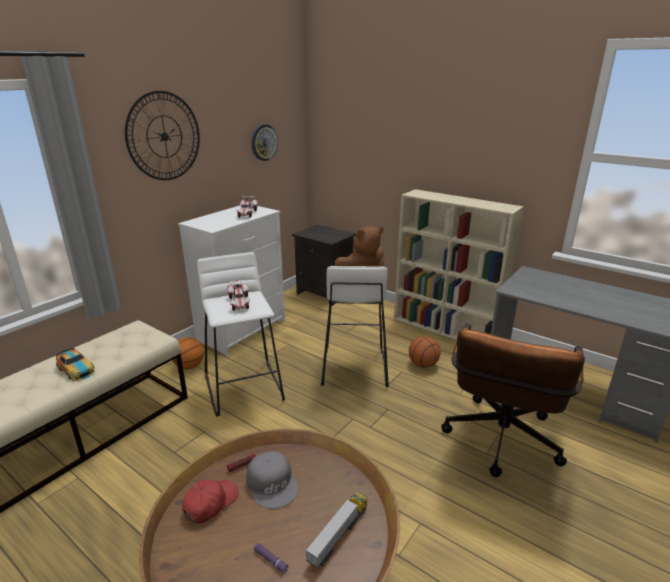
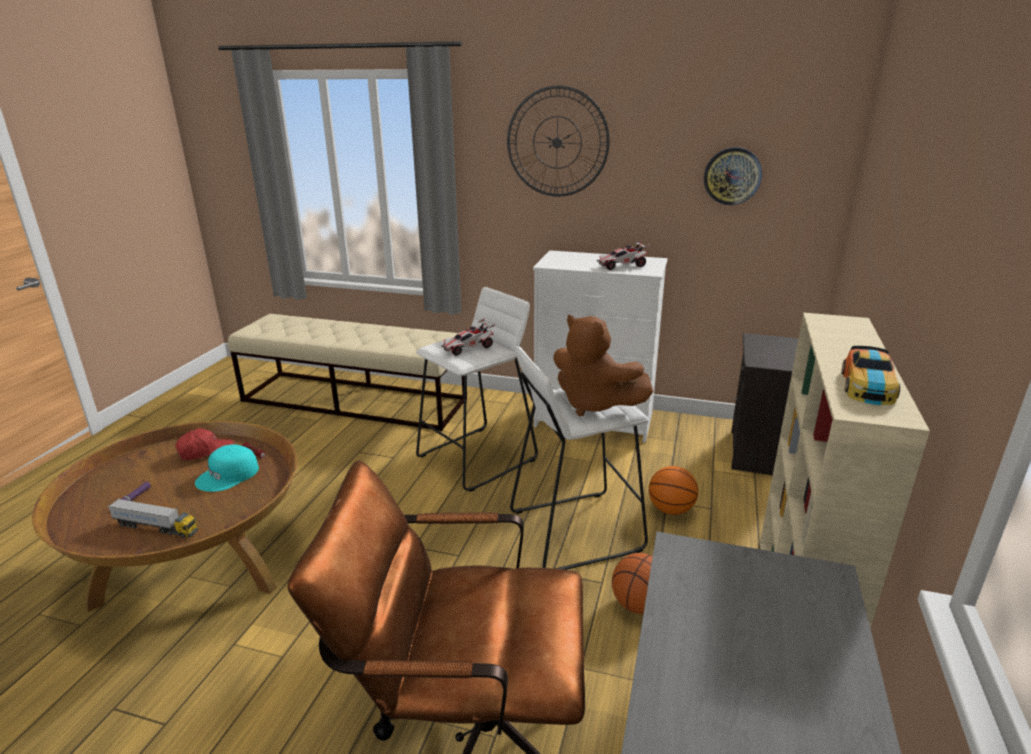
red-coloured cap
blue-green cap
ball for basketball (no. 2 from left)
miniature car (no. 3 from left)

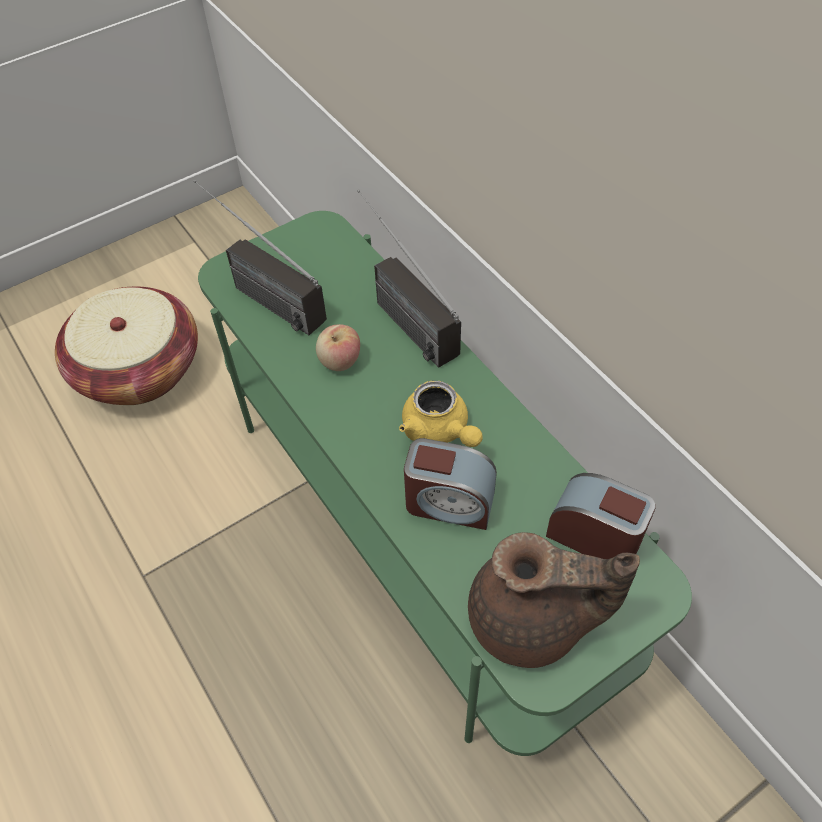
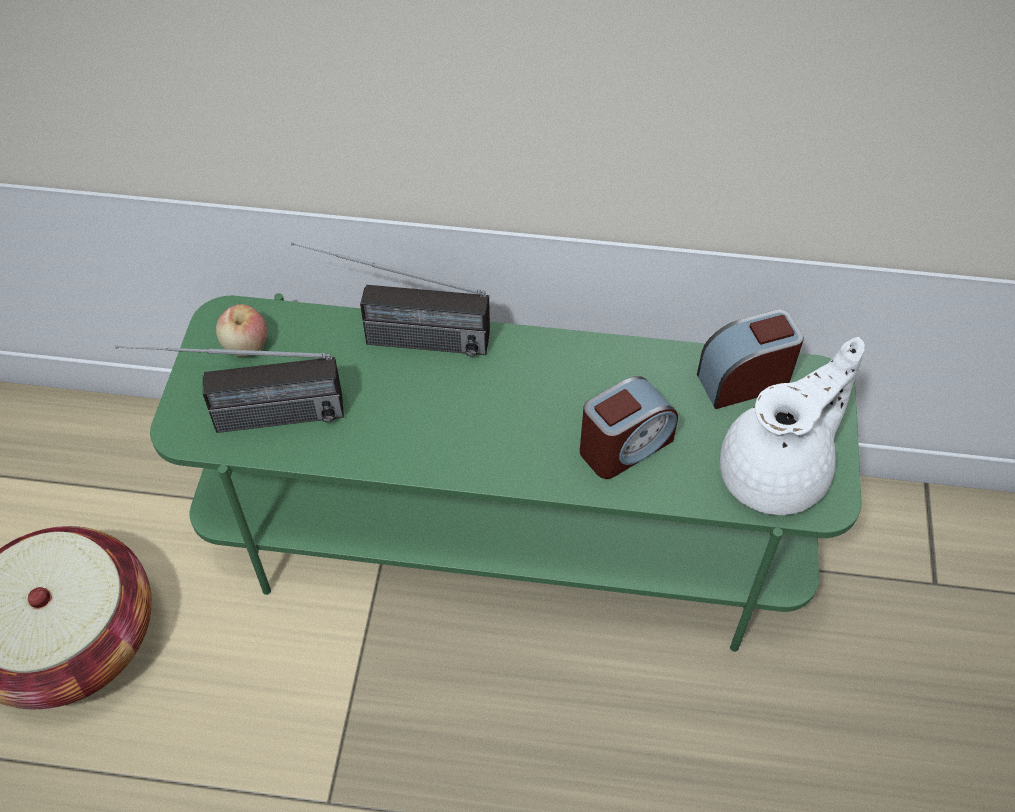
whole apple
white-coloured tea pot
yellowish tea pot

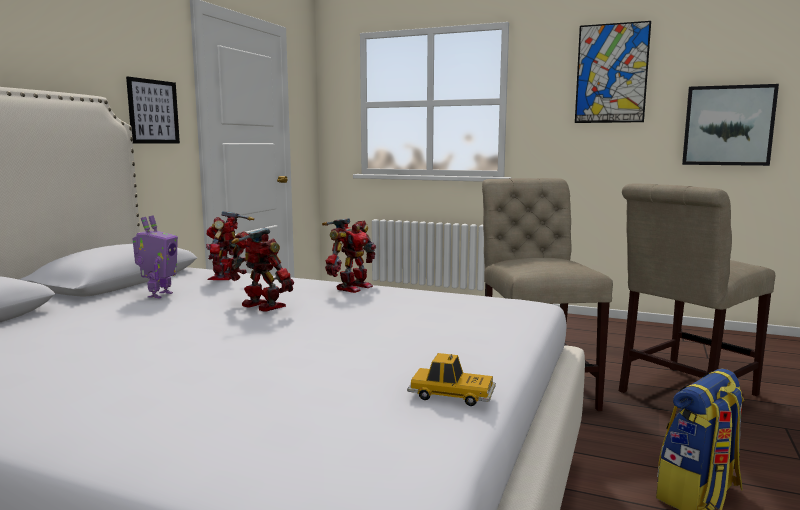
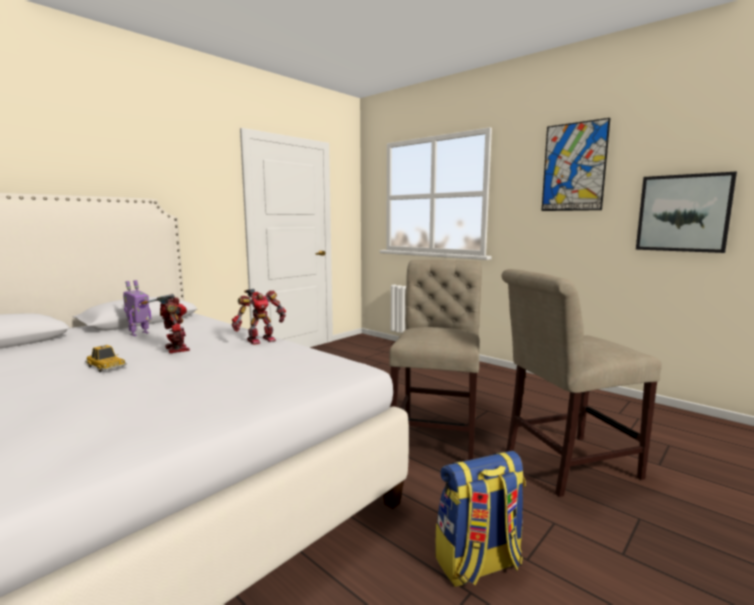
miniature car
wall art (no. 1 from left in the first image)
model robot (no. 2 from left in the first image)

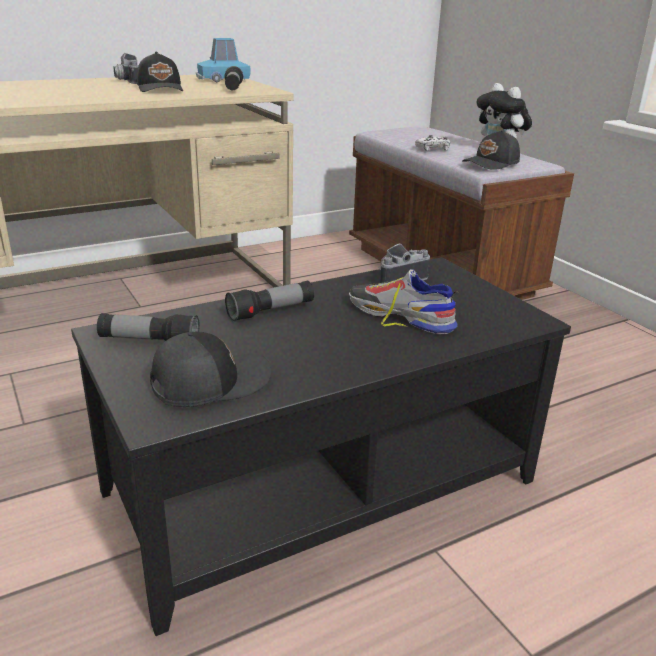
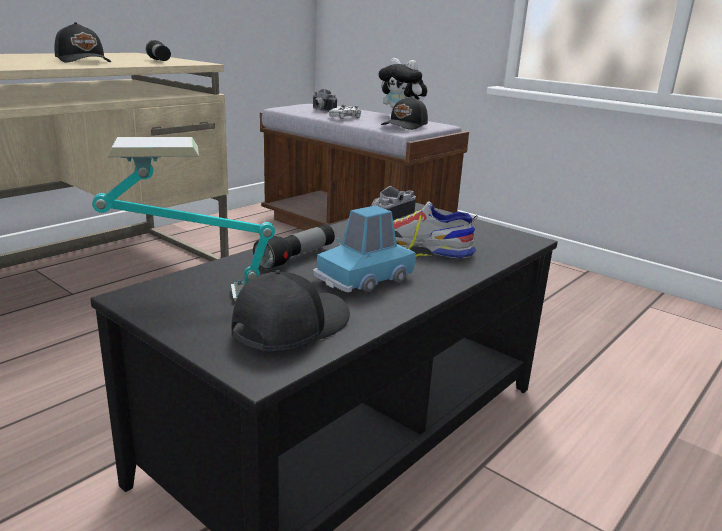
tabletop lamp
photo camera (no. 1 from left)
blue-coloured miniature car

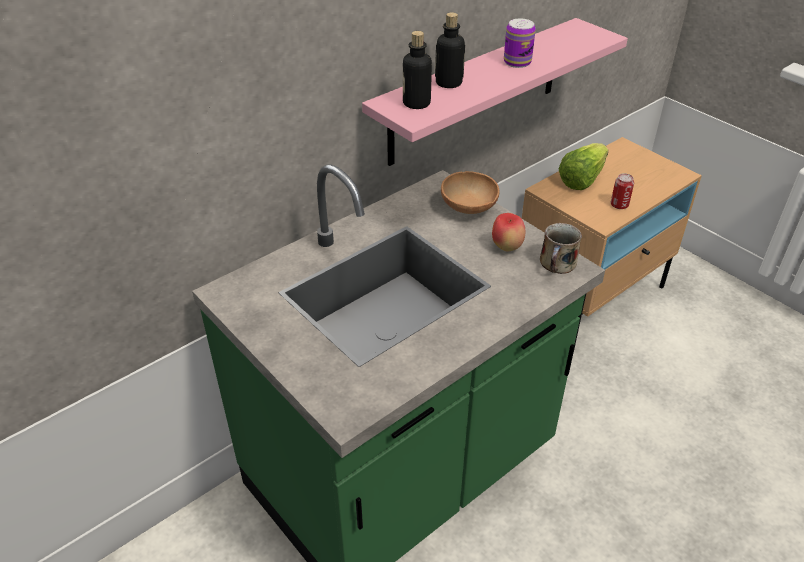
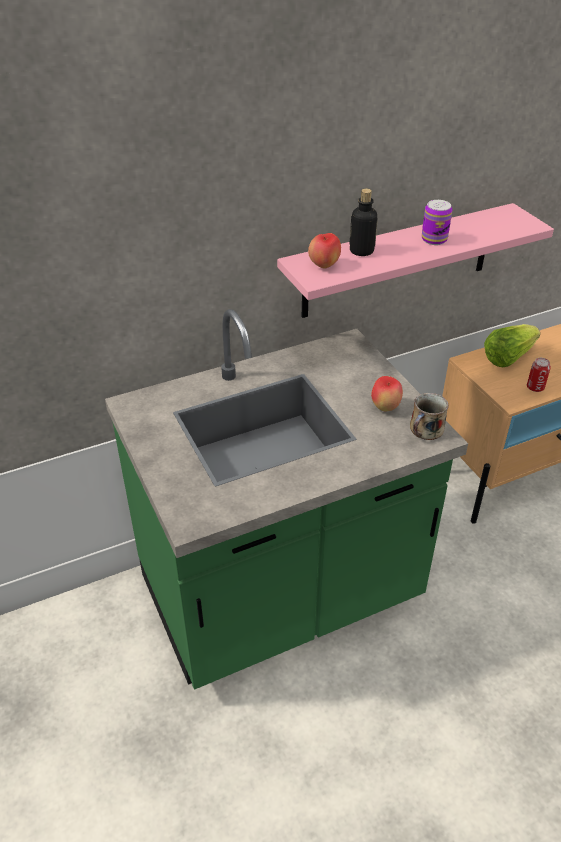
whole apple (no. 1 from left)
brown-coloured bowl

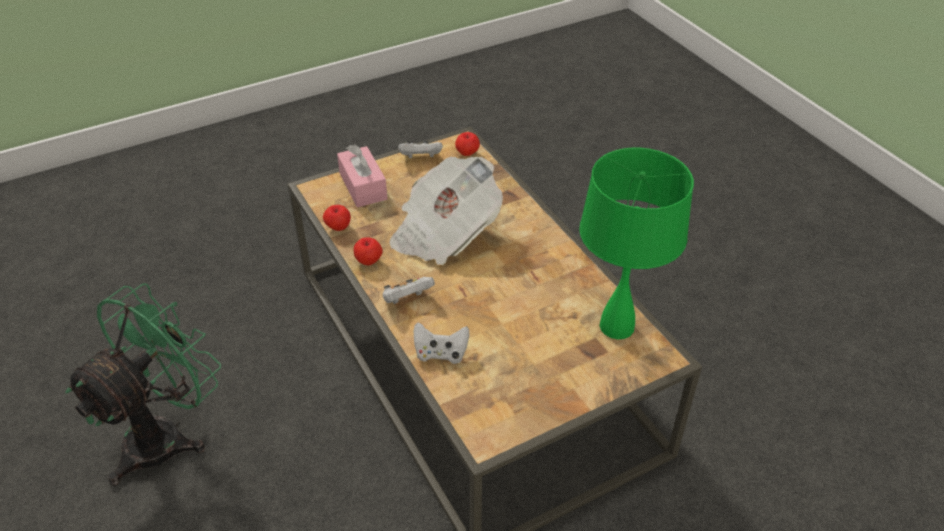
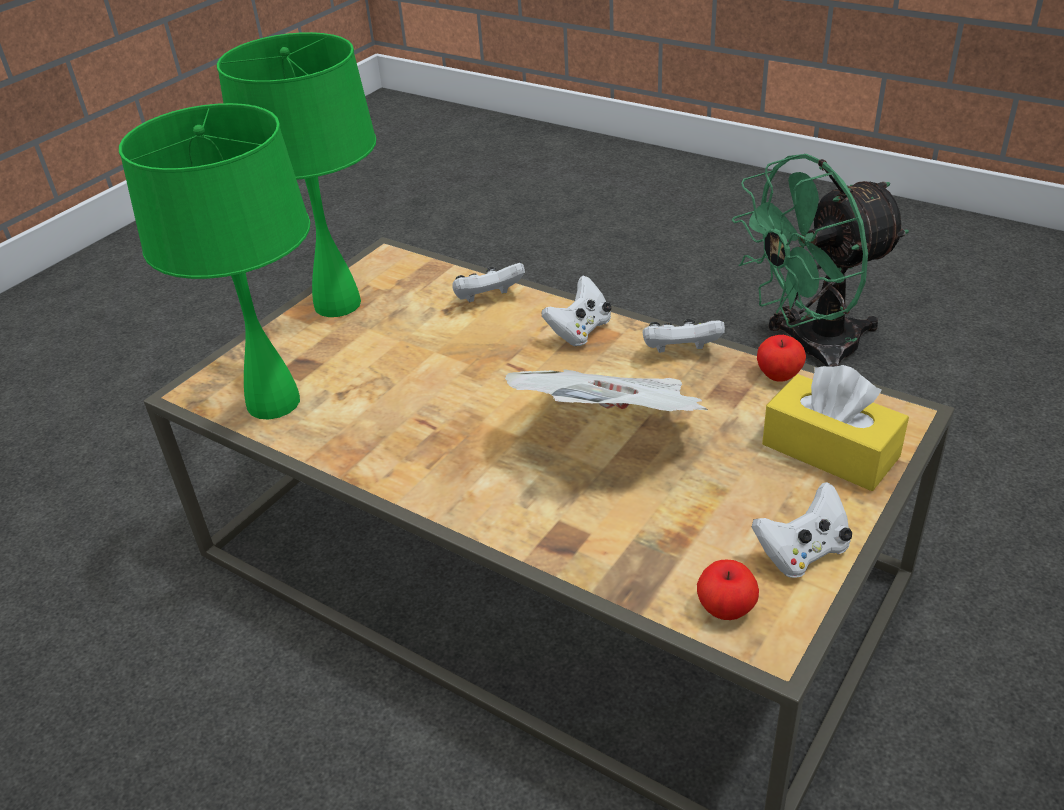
green tabletop lamp (no. 2 from left)
white-coloured game controller (no. 3 from left)
green cooling fan
yellowish tissue holder

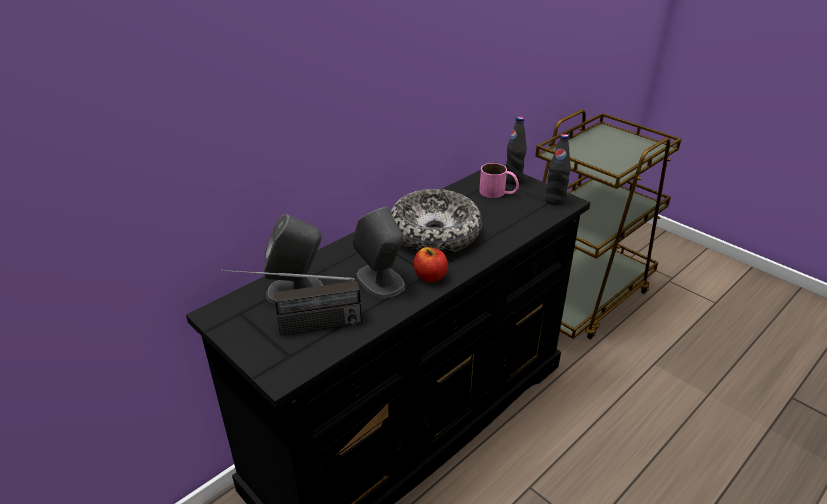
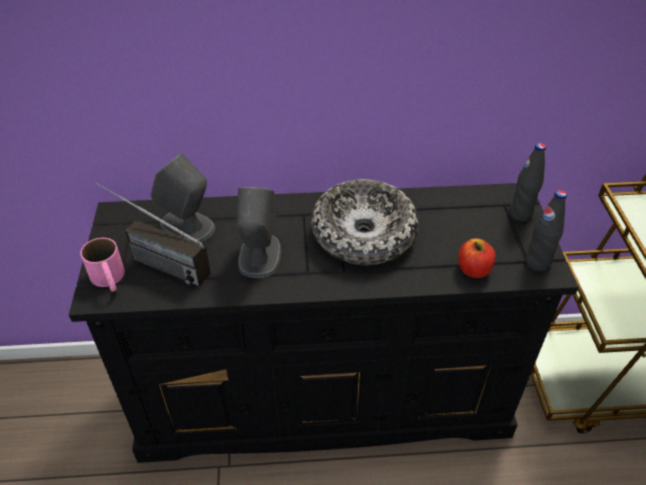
pink tea mug
whole apple

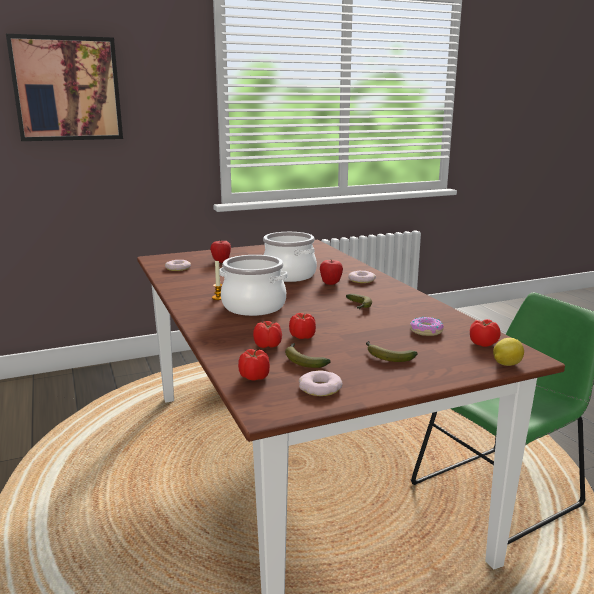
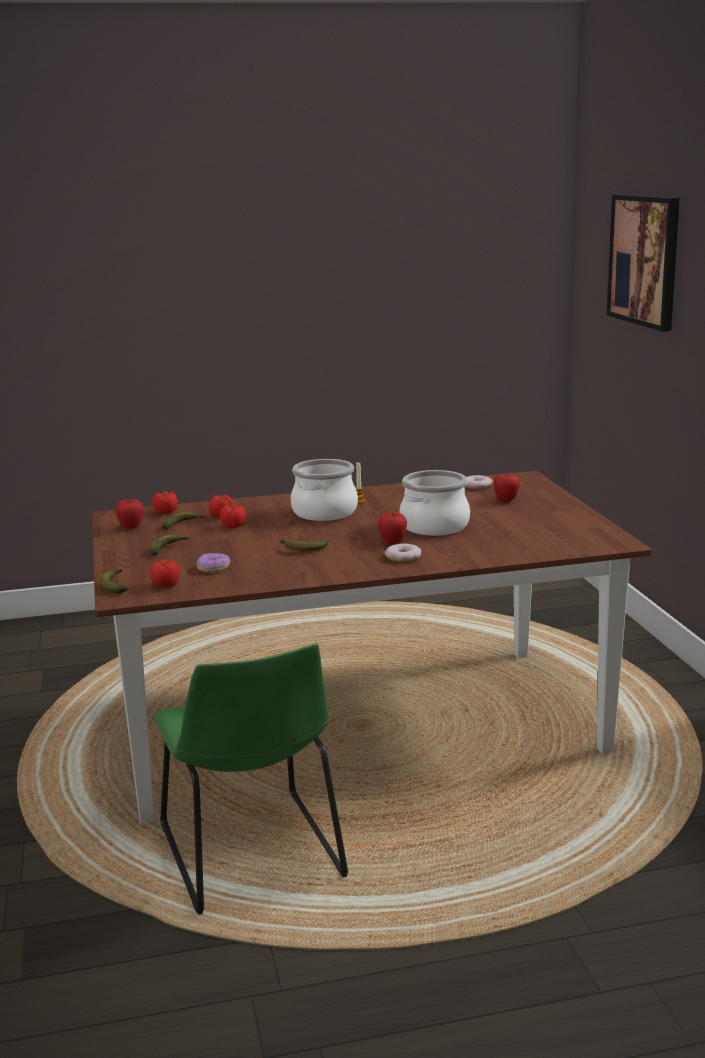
banana fruit (no. 1 from left)
whole apple (no. 1 from left)

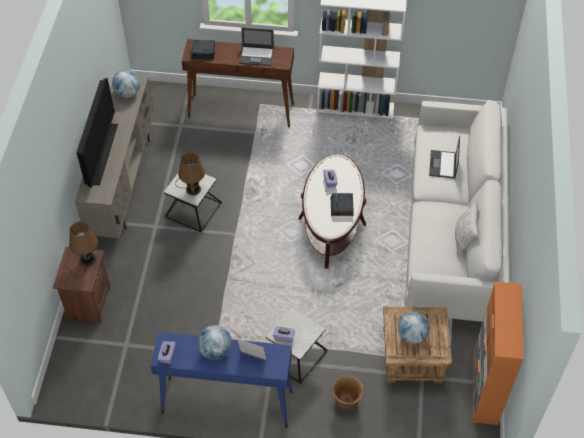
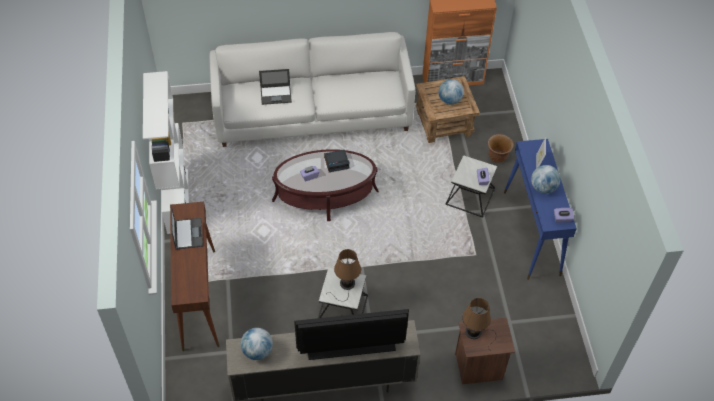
bedside clock (no. 1 from left in the first image)
pillow

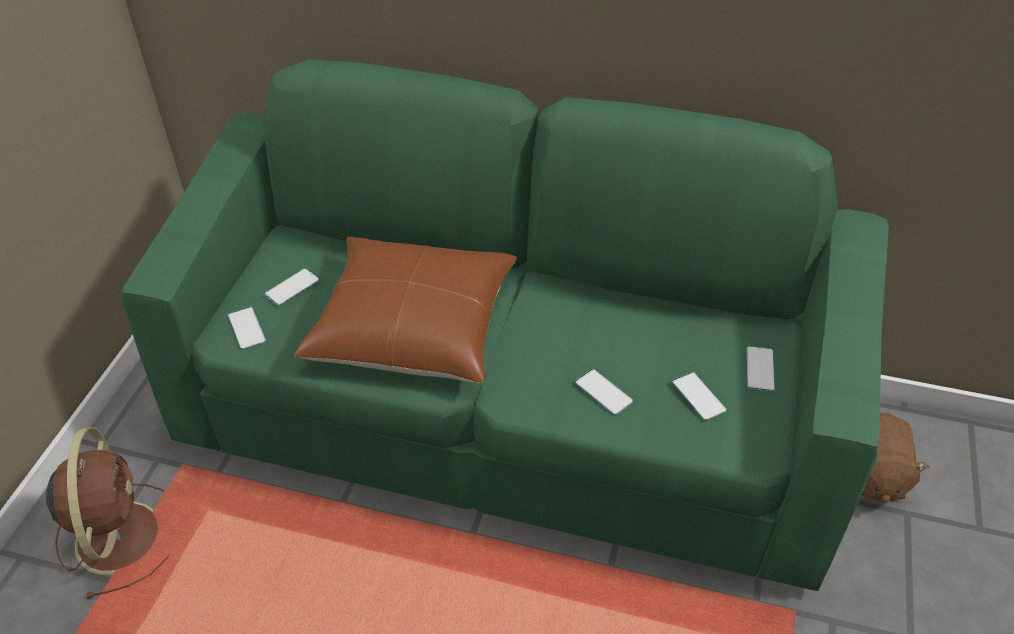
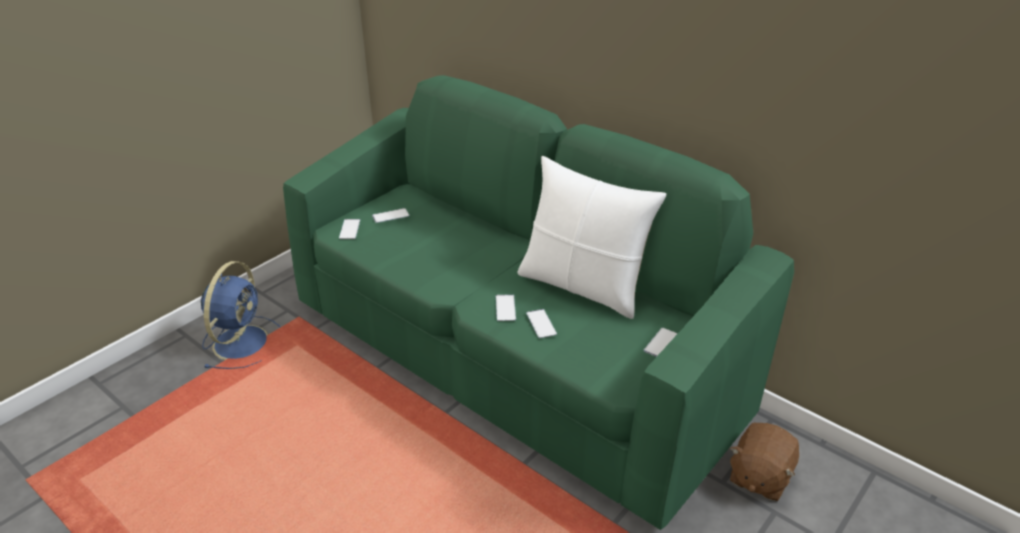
blue-coloured cooling fan
phone (no. 3 from left)
white-coloured pillow
brown-coloured pillow

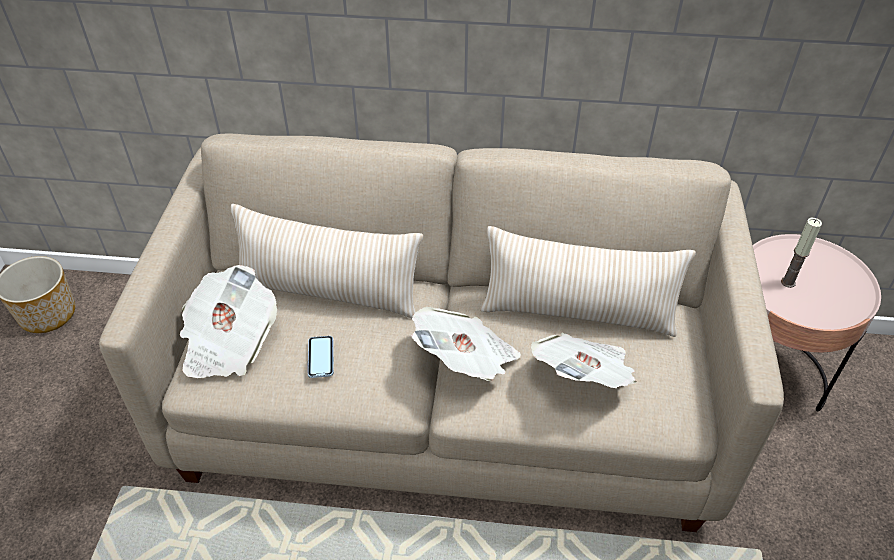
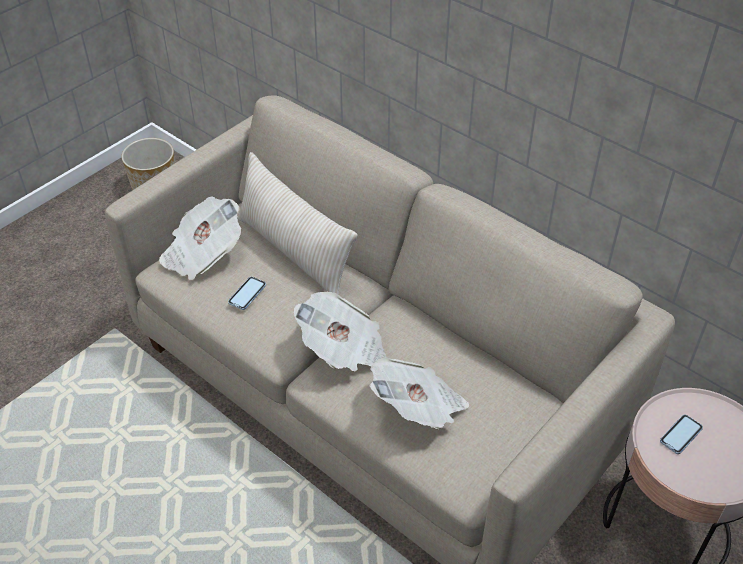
phone (no. 2 from left)
sand-coloured pillow (no. 2 from left in the first image)

